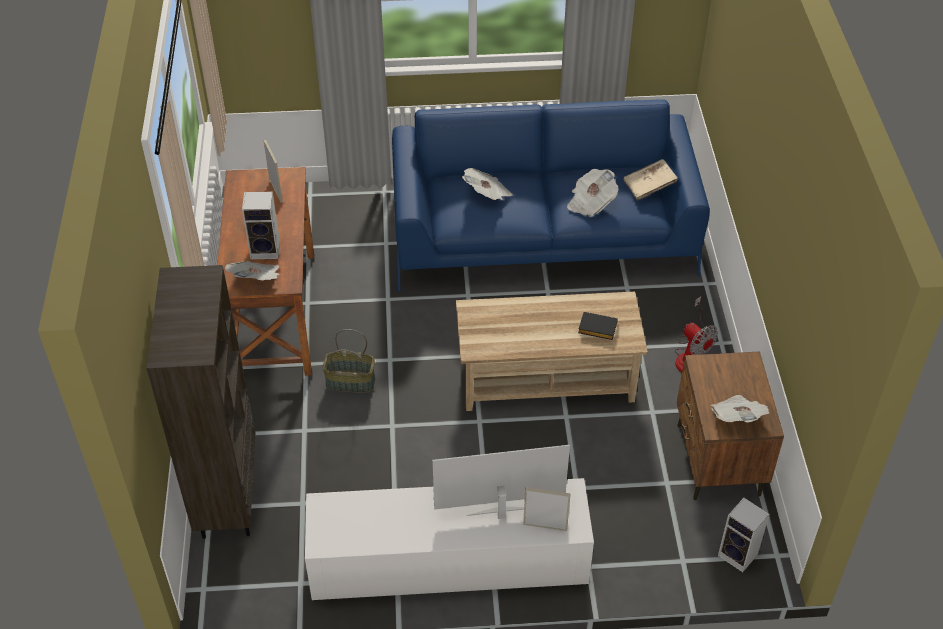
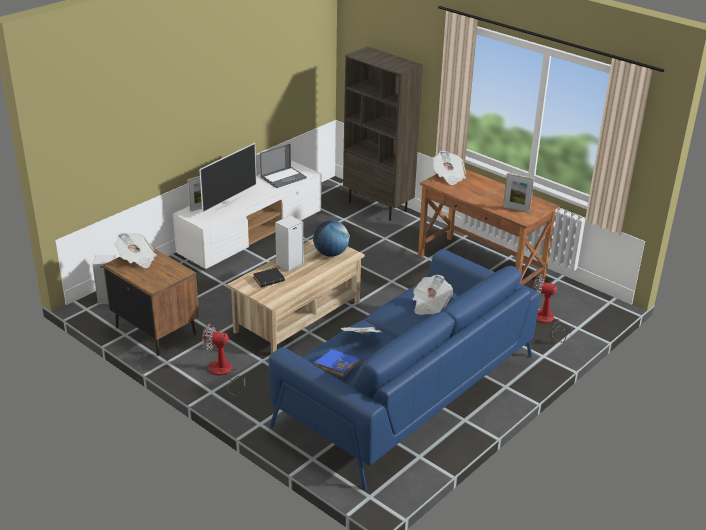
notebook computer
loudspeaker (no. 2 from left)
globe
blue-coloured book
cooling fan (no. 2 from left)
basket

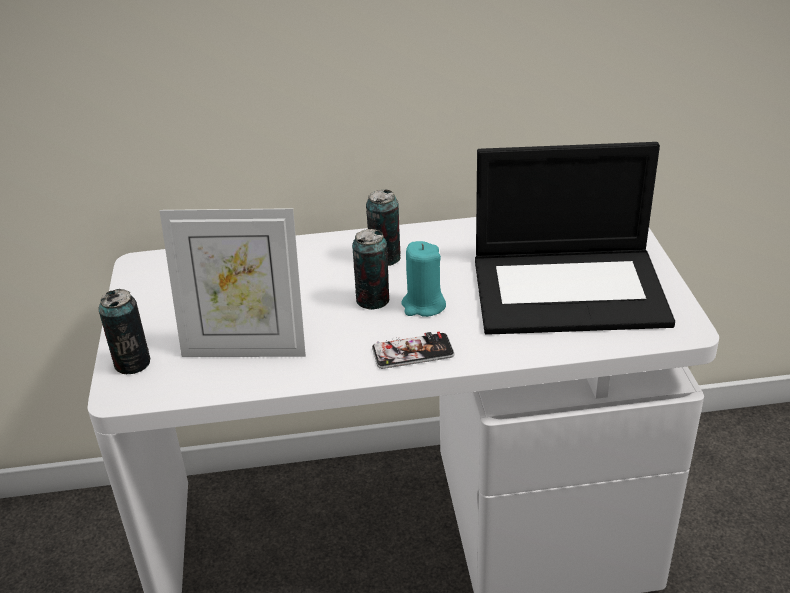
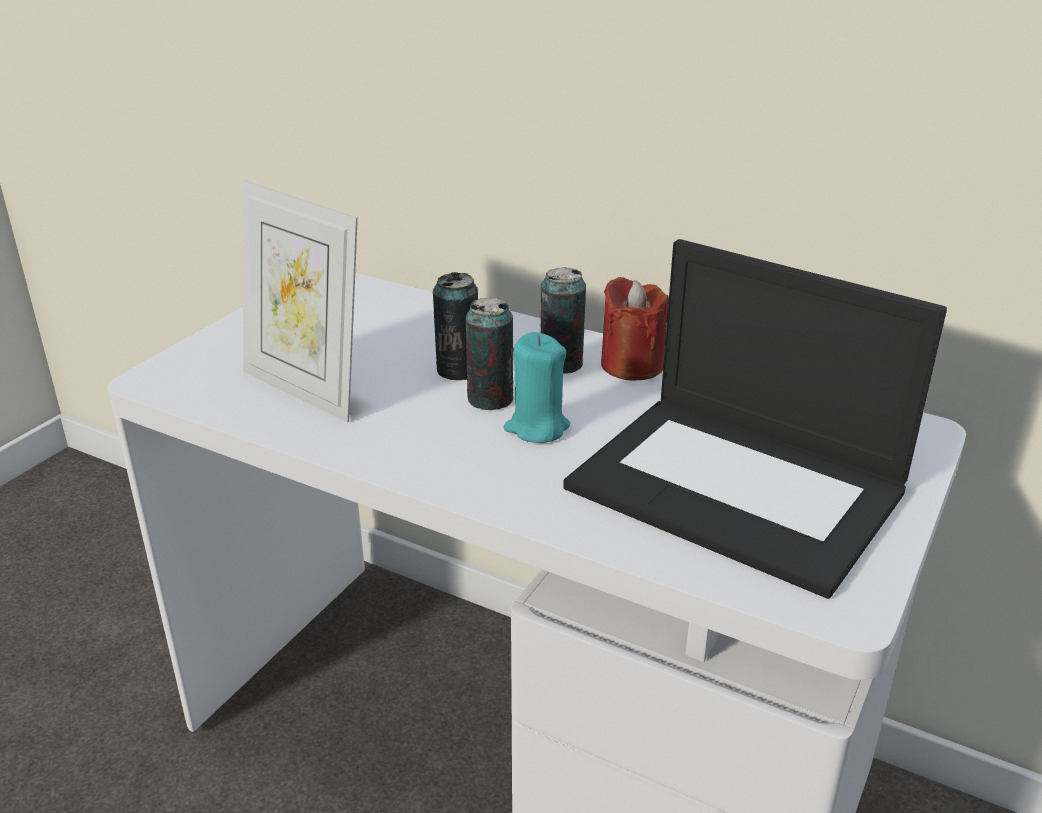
can (no. 1 from left)
red-coloured candle
phone

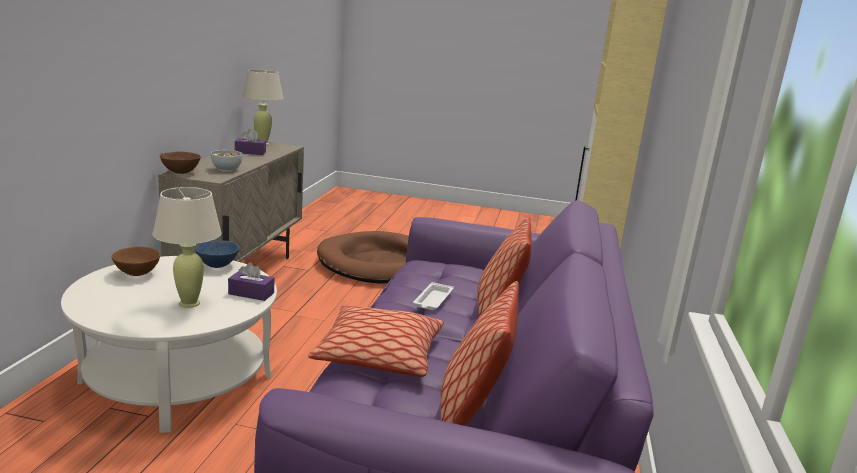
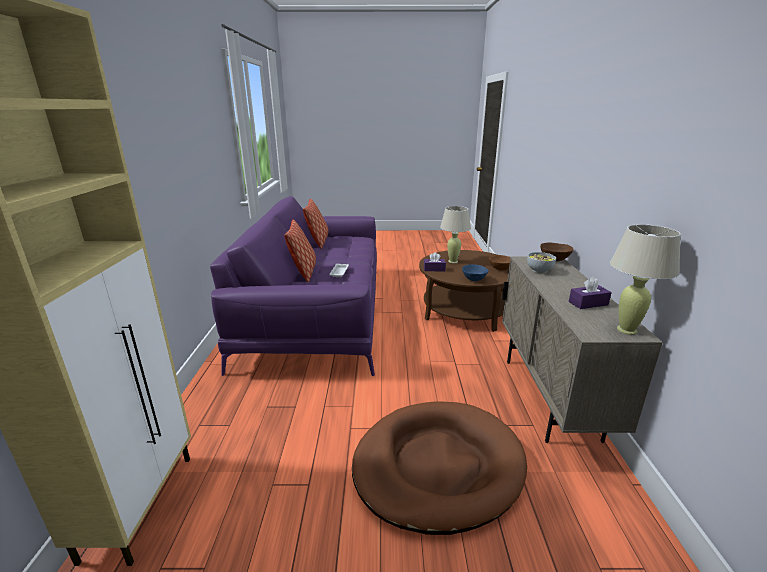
brown-coloured coffee table
pillow (no. 1 from left in the first image)

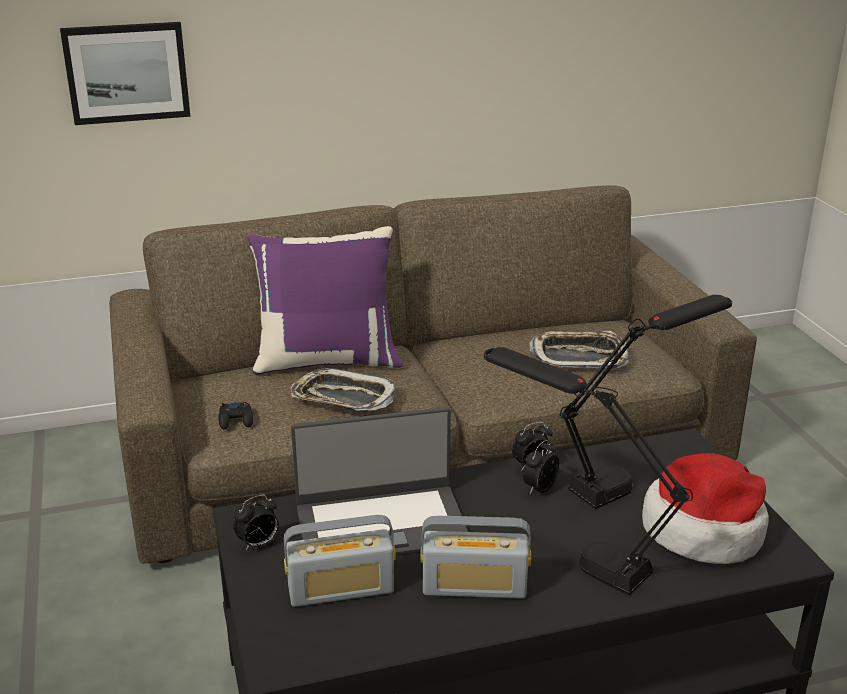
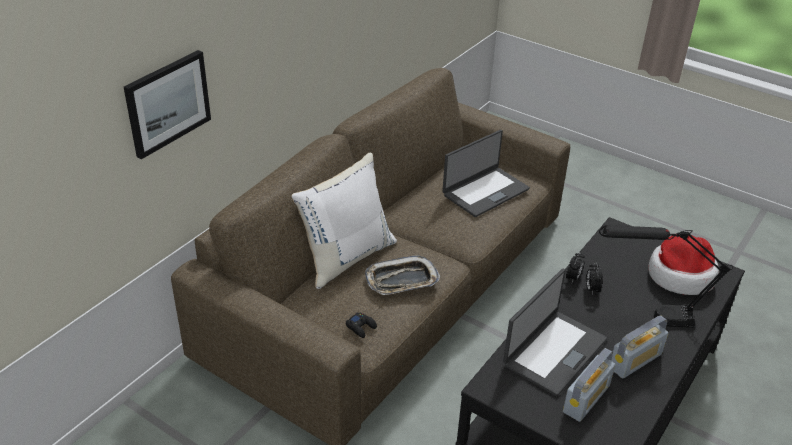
white-coloured pillow
notebook computer (no. 1 from left)
bedside clock (no. 1 from left in the first image)
black tabletop lamp (no. 2 from left in the first image)

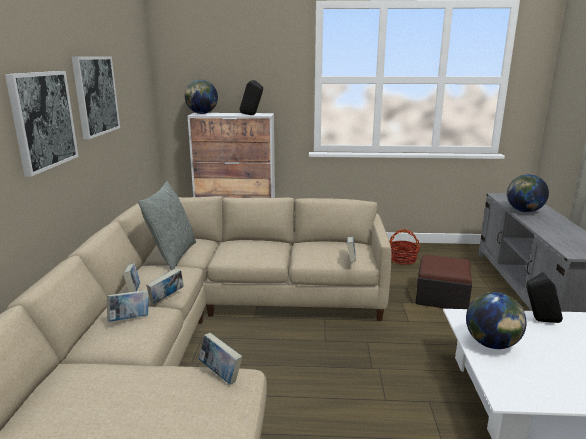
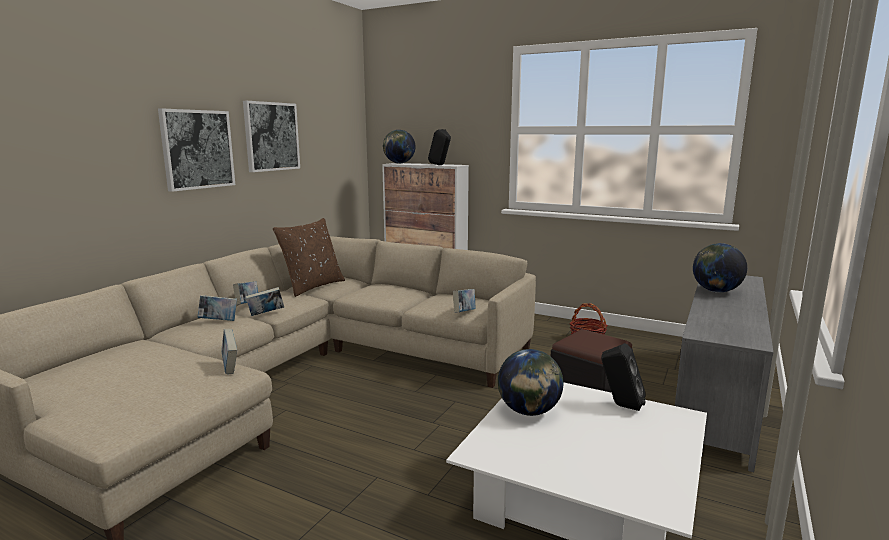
brown-coloured pillow

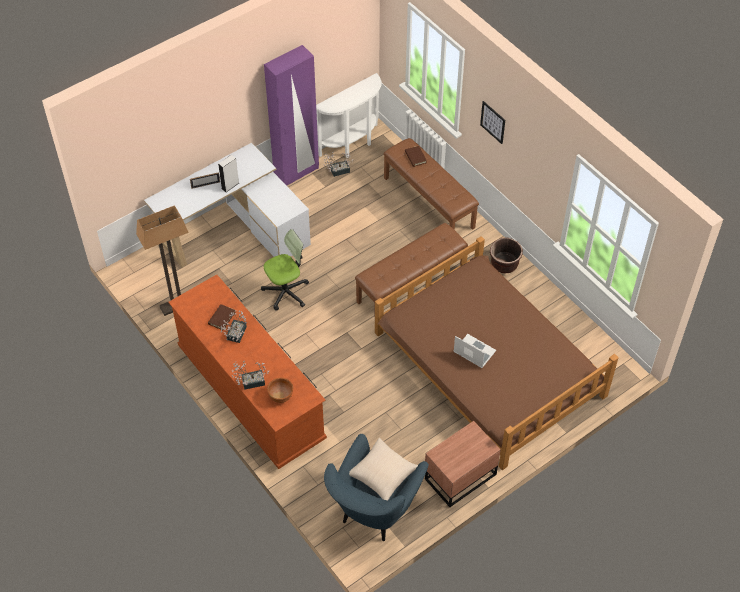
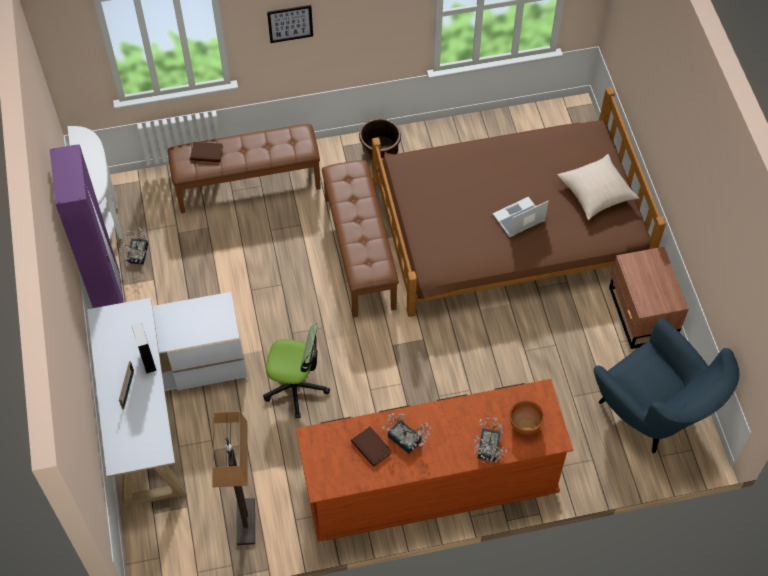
desk chair
sand-coloured pillow

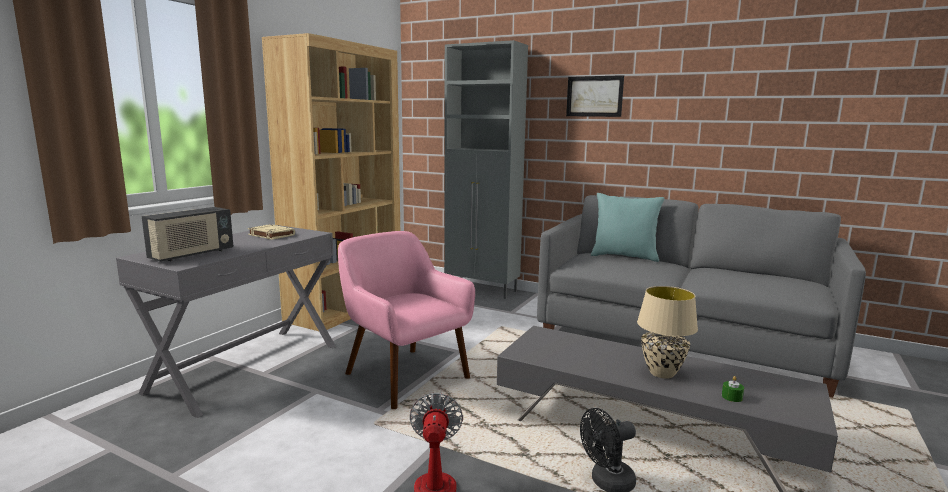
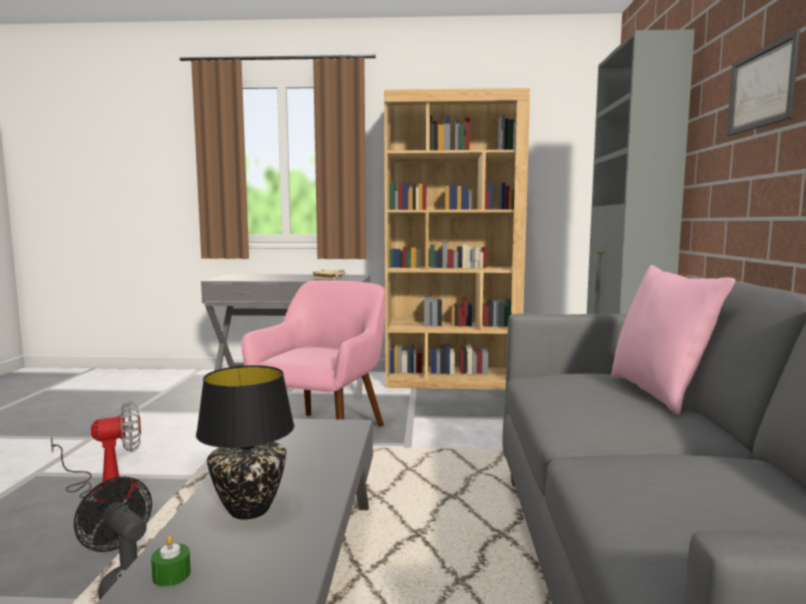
black tabletop lamp
pink pillow
radio set

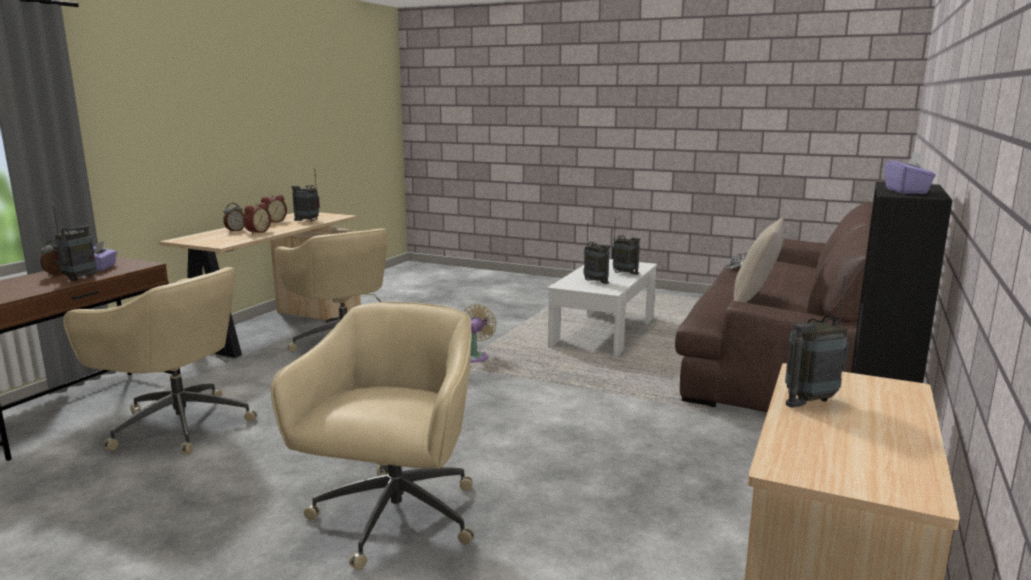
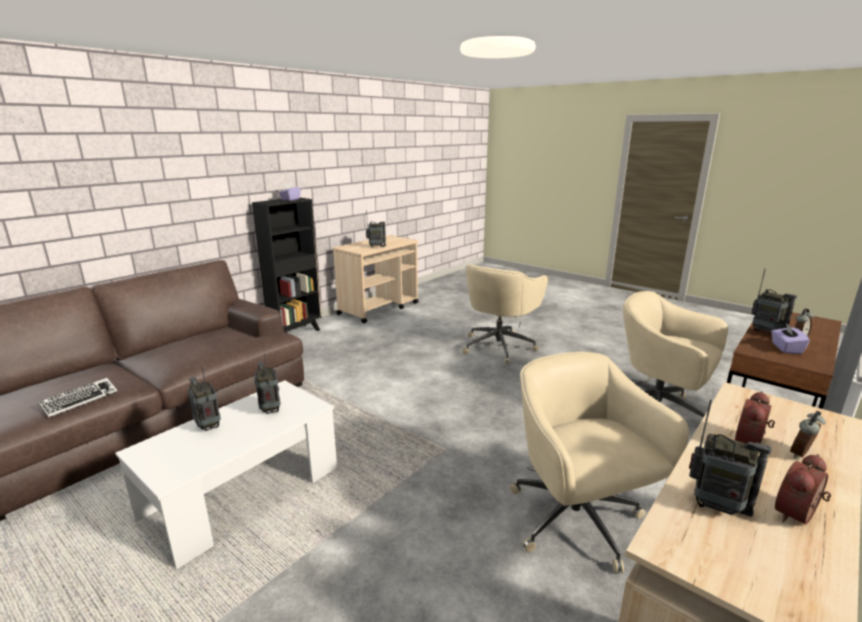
radio set (no. 5 from left)
sand-coloured cooling fan
sand-coloured pillow

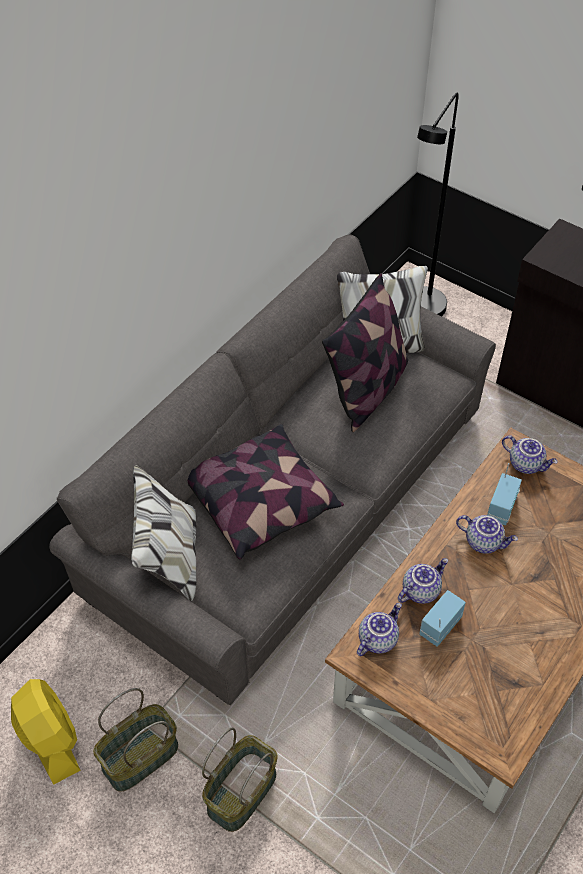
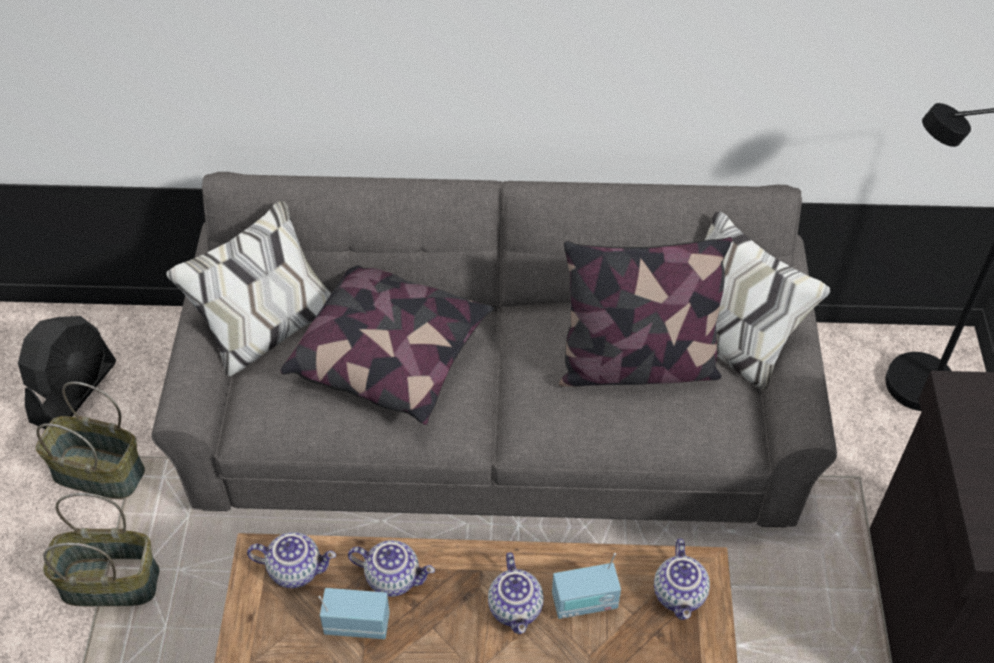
black cooling fan

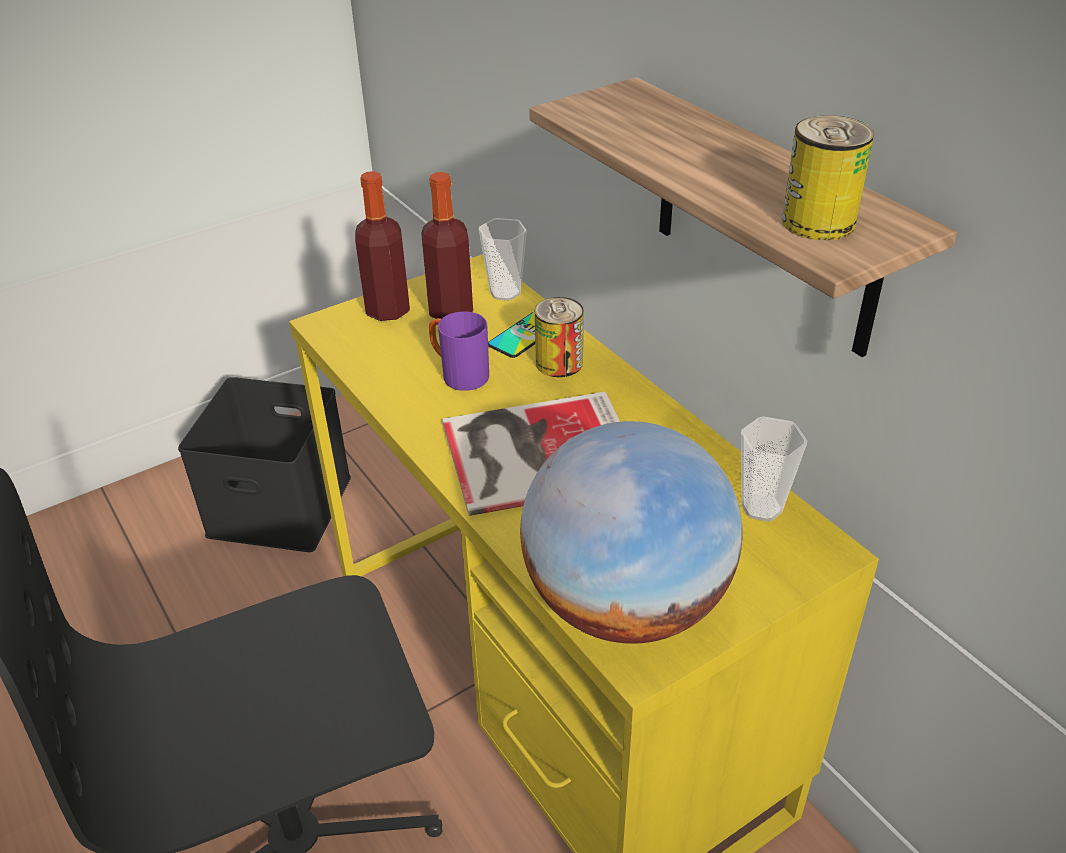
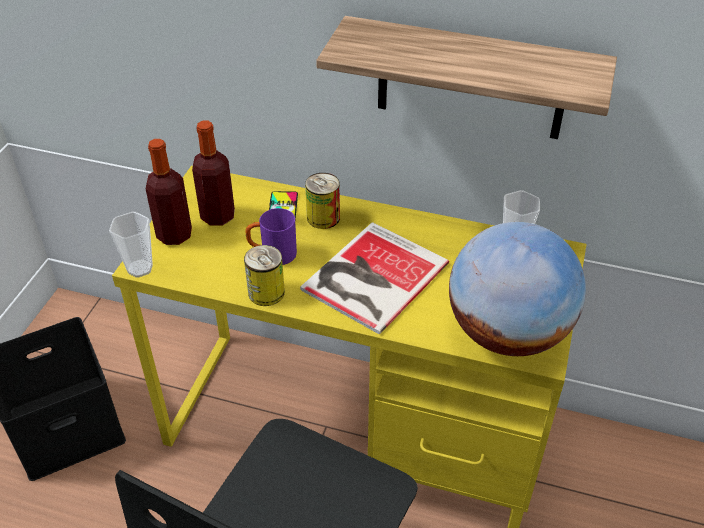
drinking cup (no. 1 from left)
can (no. 1 from left)

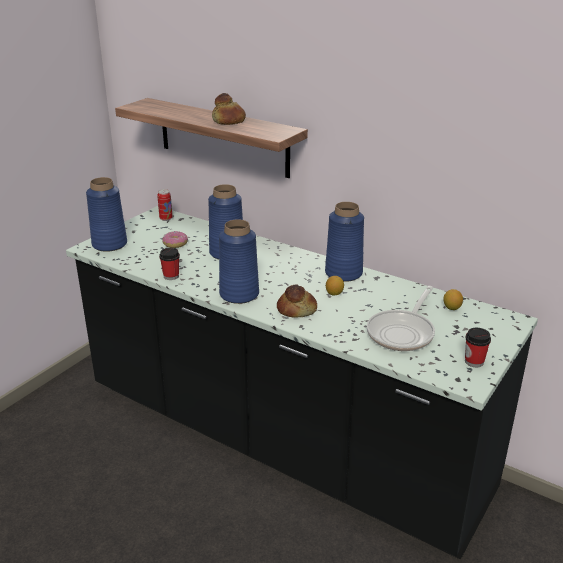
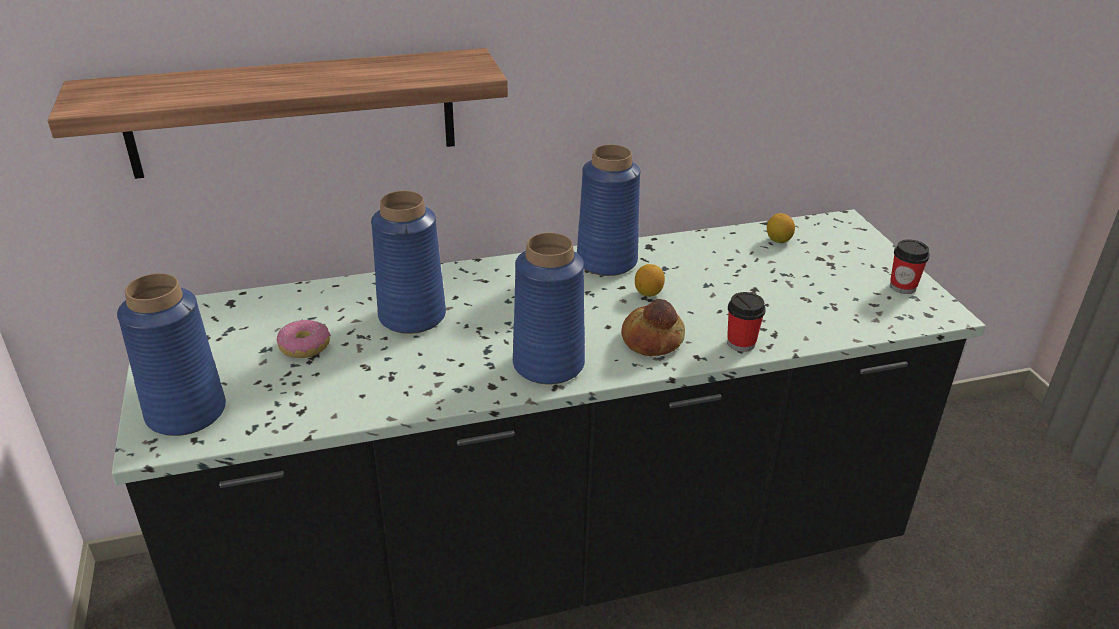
drinking cup (no. 1 from left)
can
baked bread (no. 1 from left in the first image)
skillet

